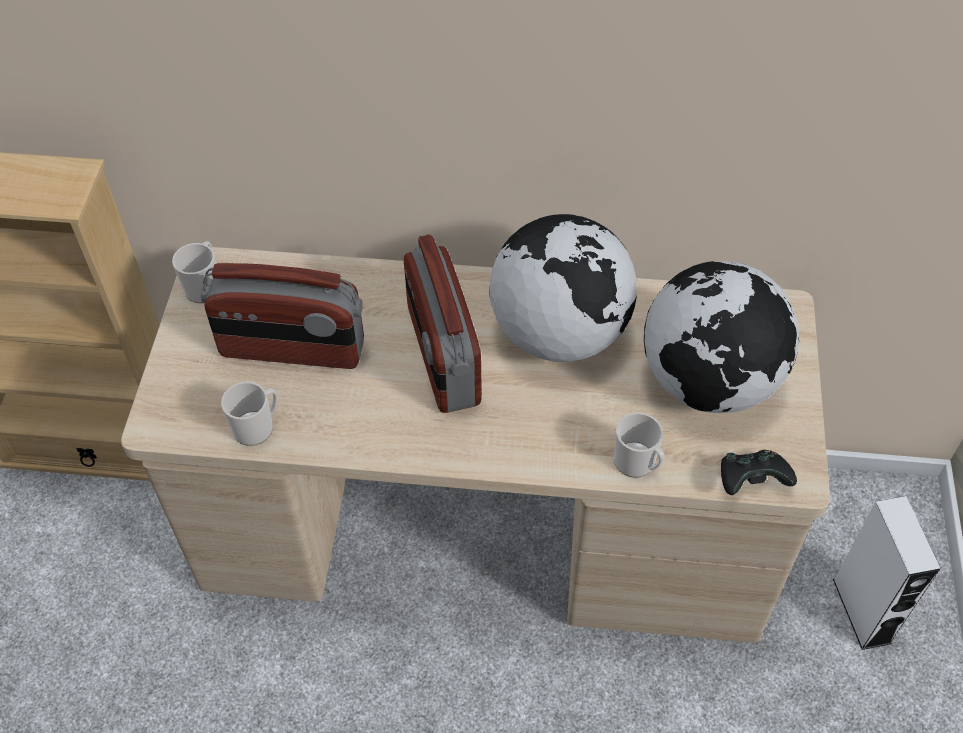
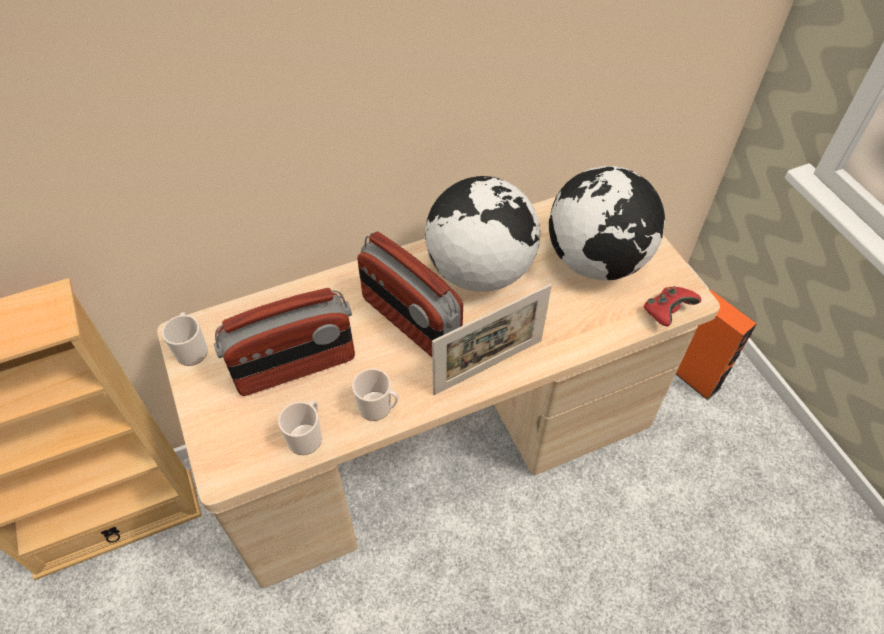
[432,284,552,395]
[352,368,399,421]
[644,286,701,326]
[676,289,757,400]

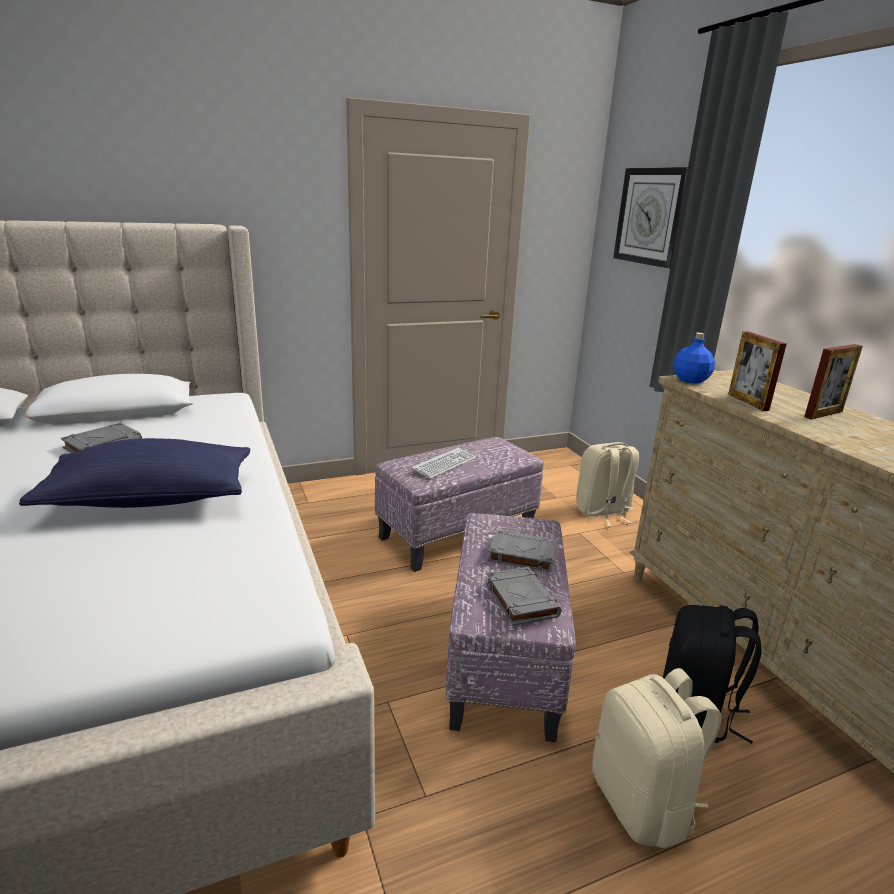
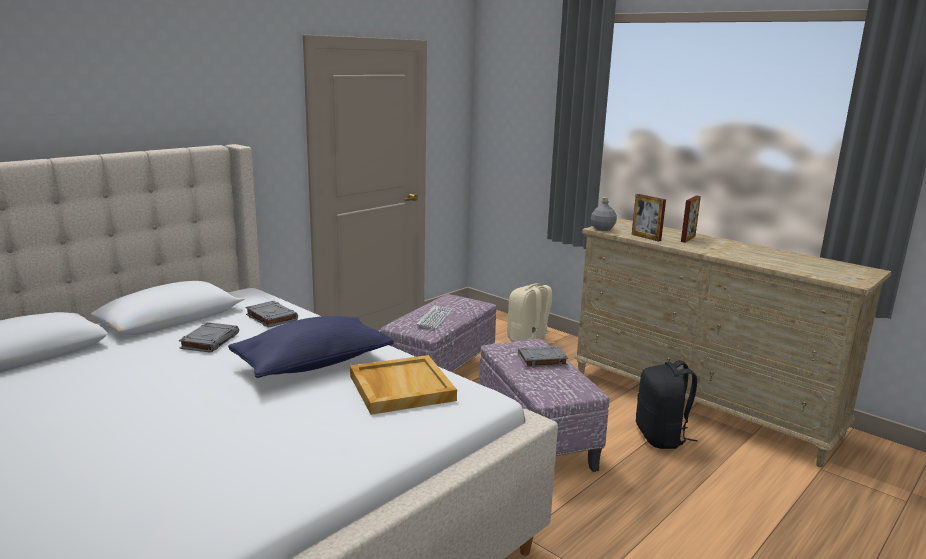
[592,668,721,848] (first image)
[613,167,688,269] (first image)
[350,355,457,415]
[246,301,298,328]
[591,197,617,231]

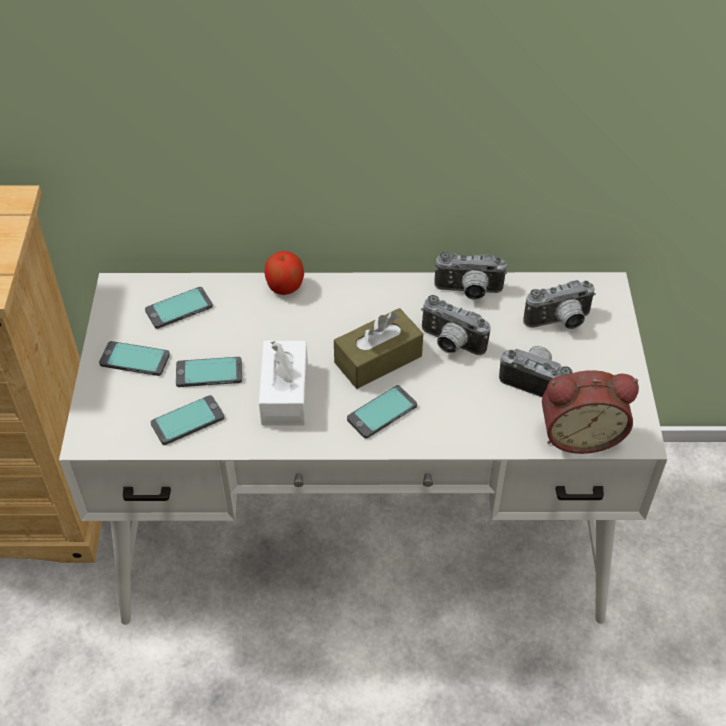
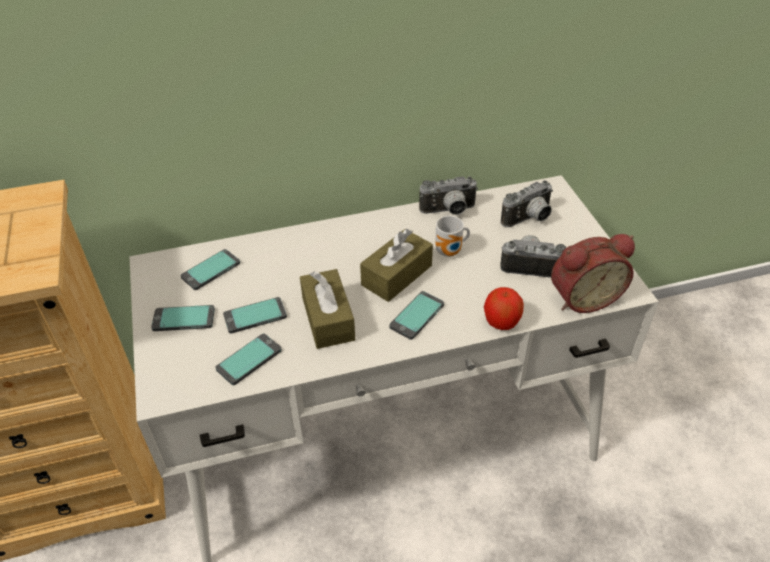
[484,287,524,330]
[435,216,470,257]
[300,269,355,349]

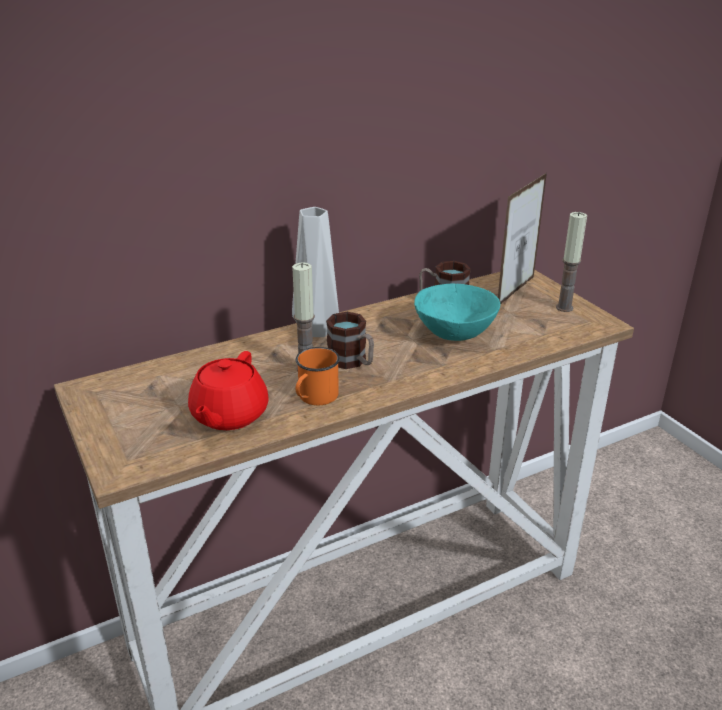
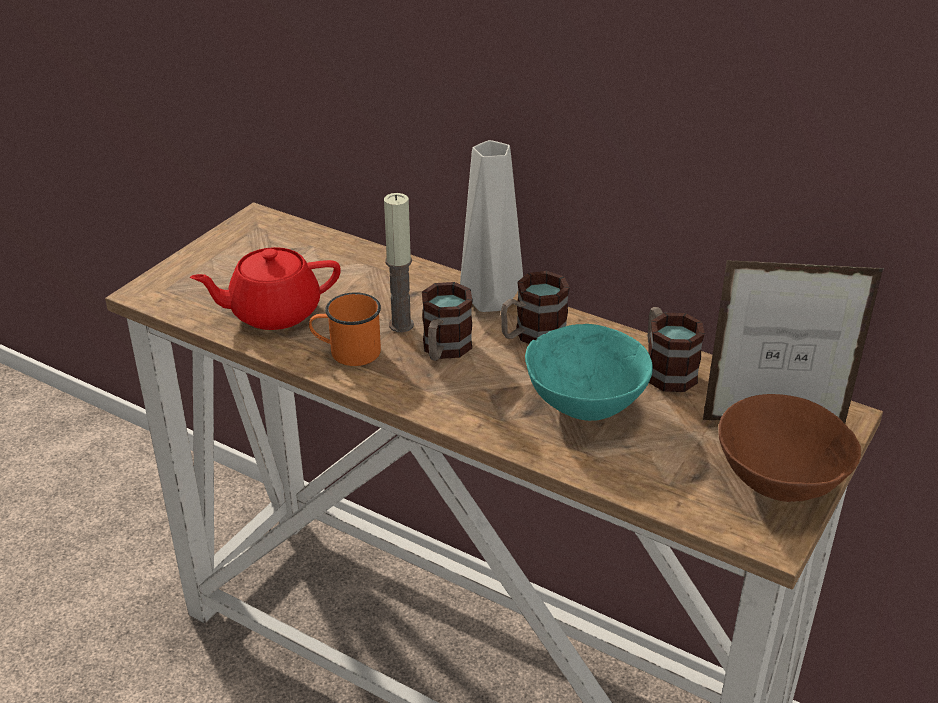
[501,271,570,344]
[718,394,861,502]

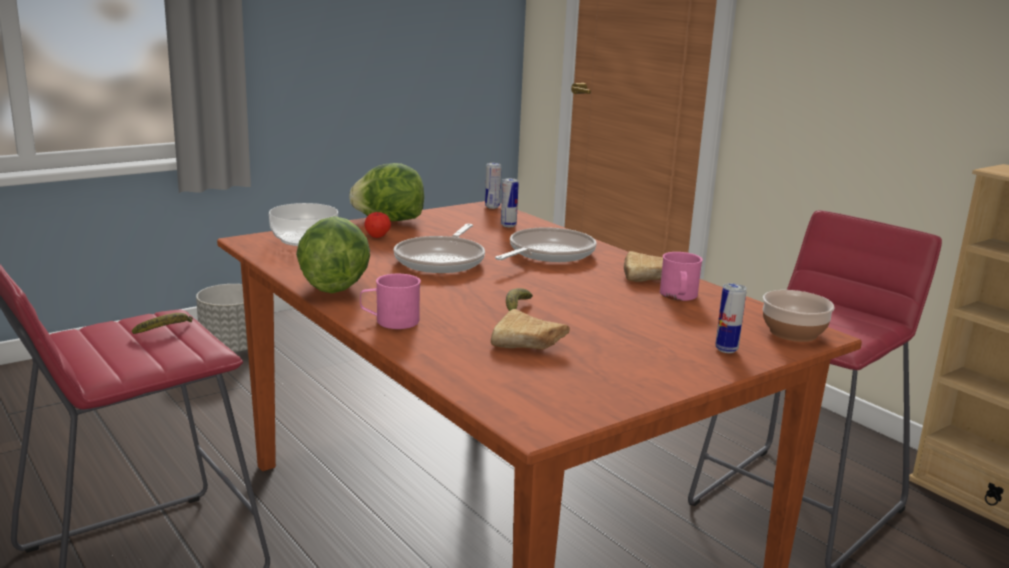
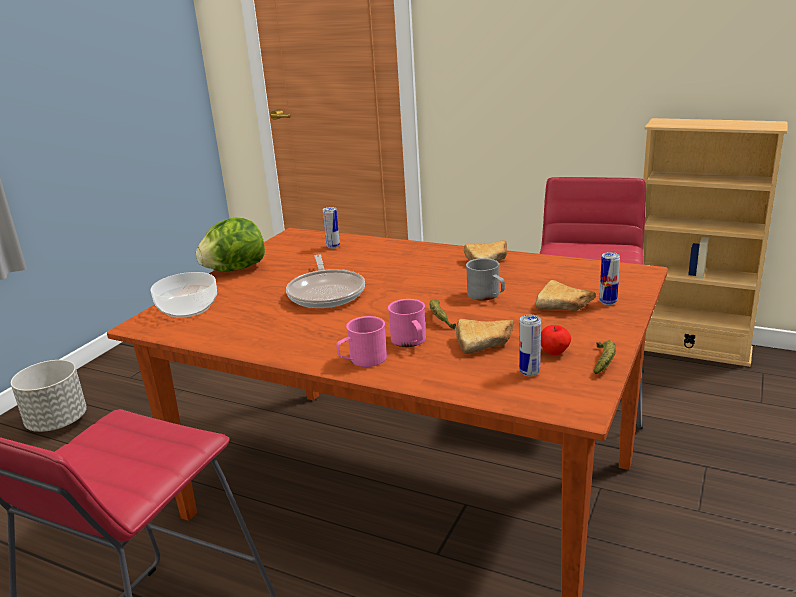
[296,216,370,293] (first image)
[495,227,597,262] (first image)
[763,290,835,342] (first image)
[466,258,505,301]
[535,280,596,311]
[594,340,616,374]
[541,325,571,355]
[519,315,541,376]
[388,299,426,347]

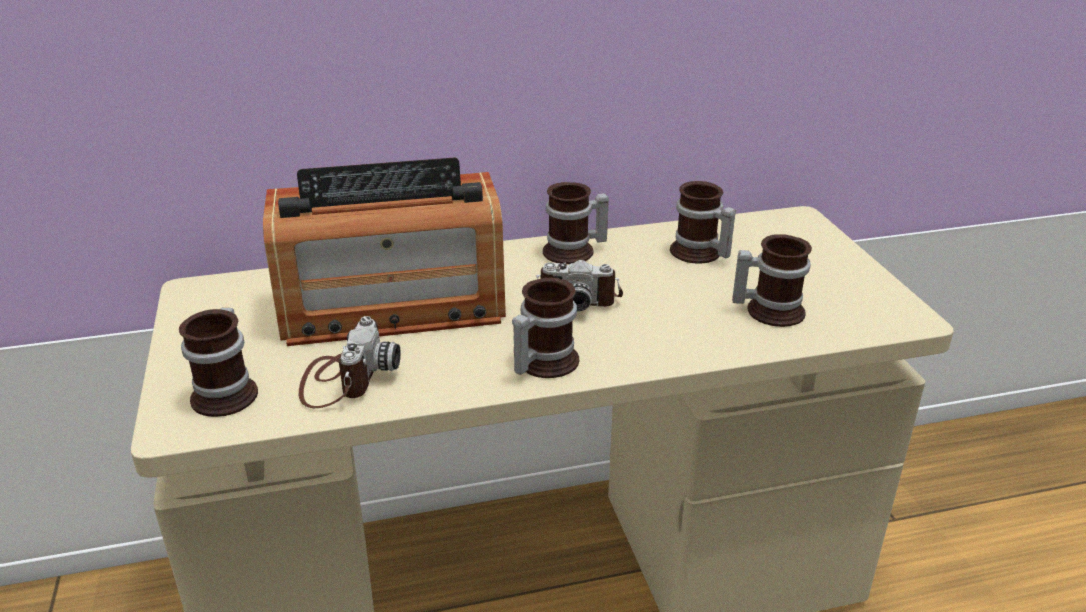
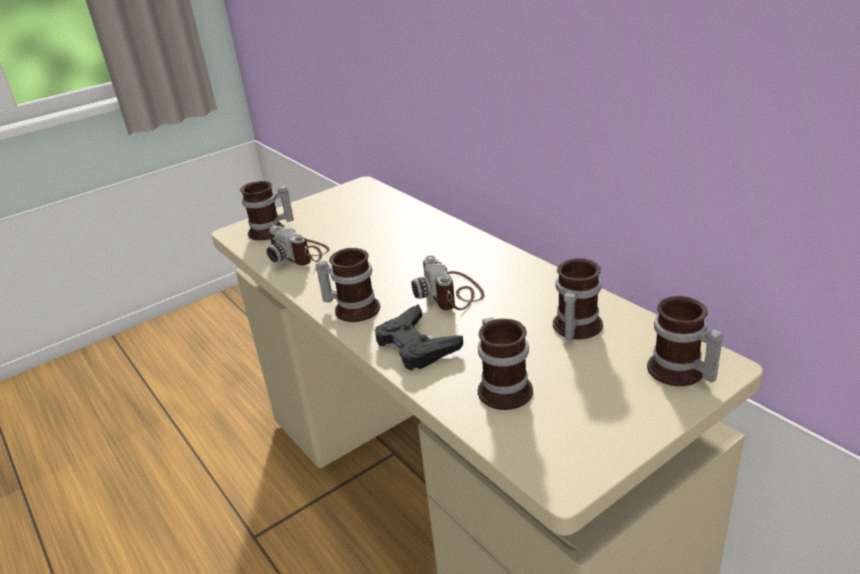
[263,158,506,346] (first image)
[375,304,463,370]
[647,296,724,386]
[267,225,330,265]

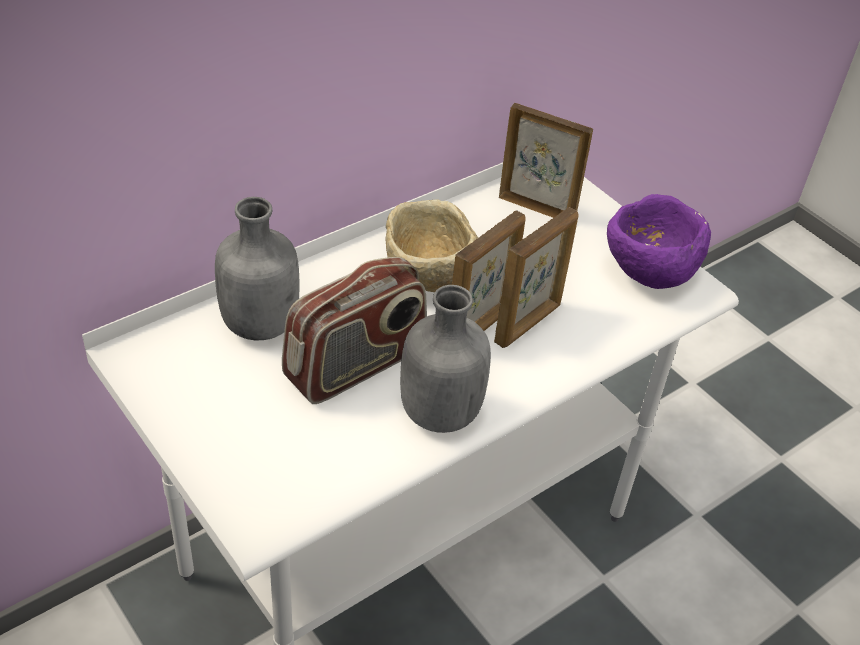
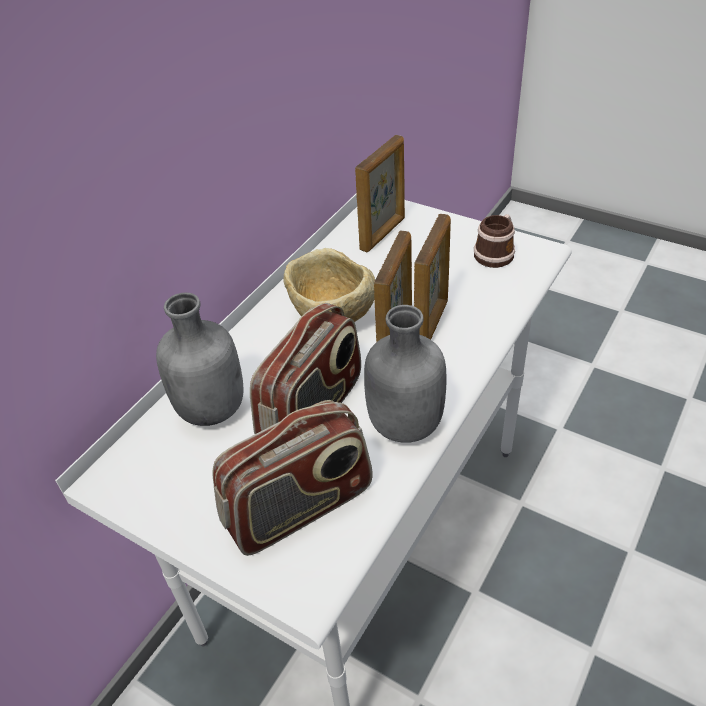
[212,400,373,556]
[474,214,515,268]
[355,135,405,253]

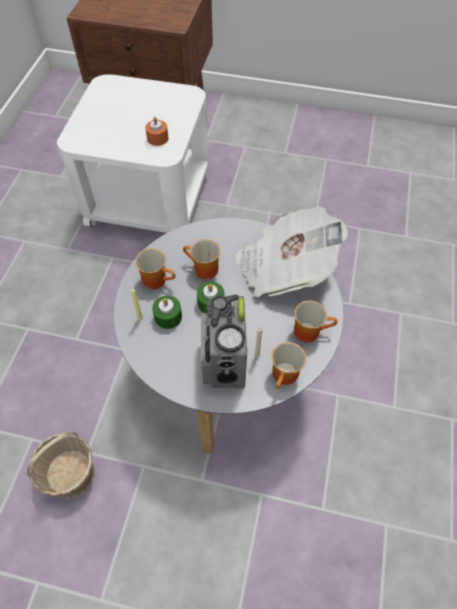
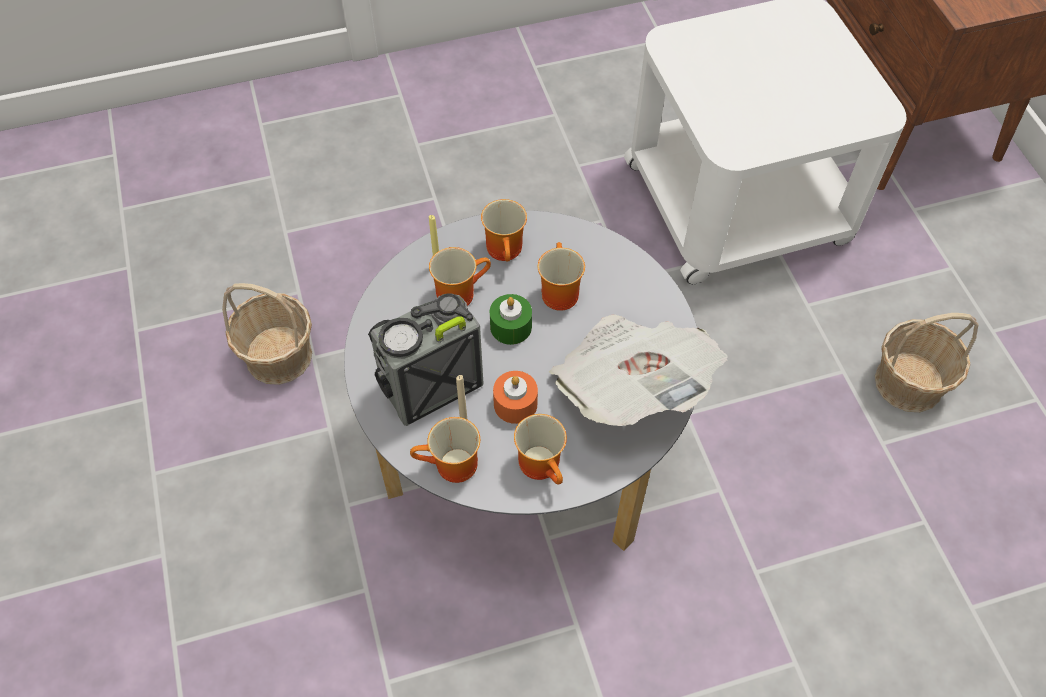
[875,313,978,412]
[493,371,538,424]
[429,247,491,306]

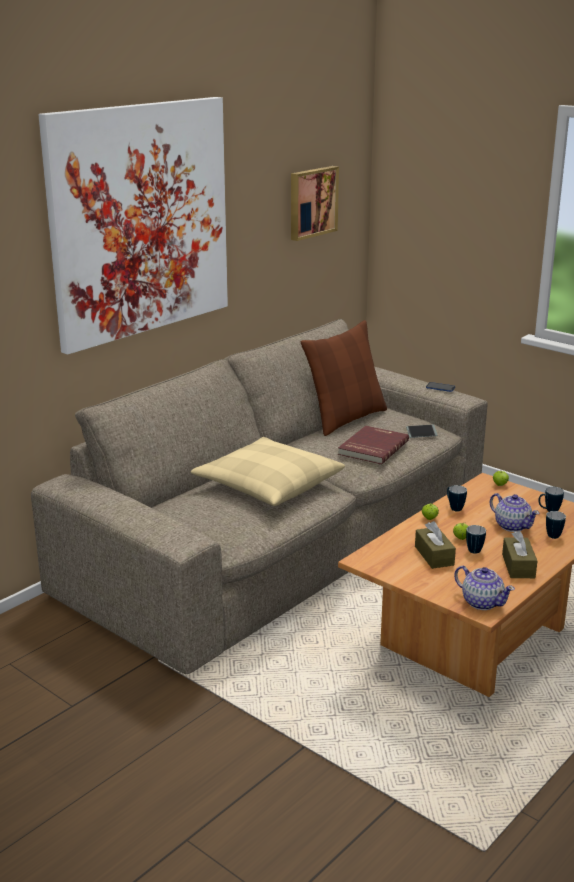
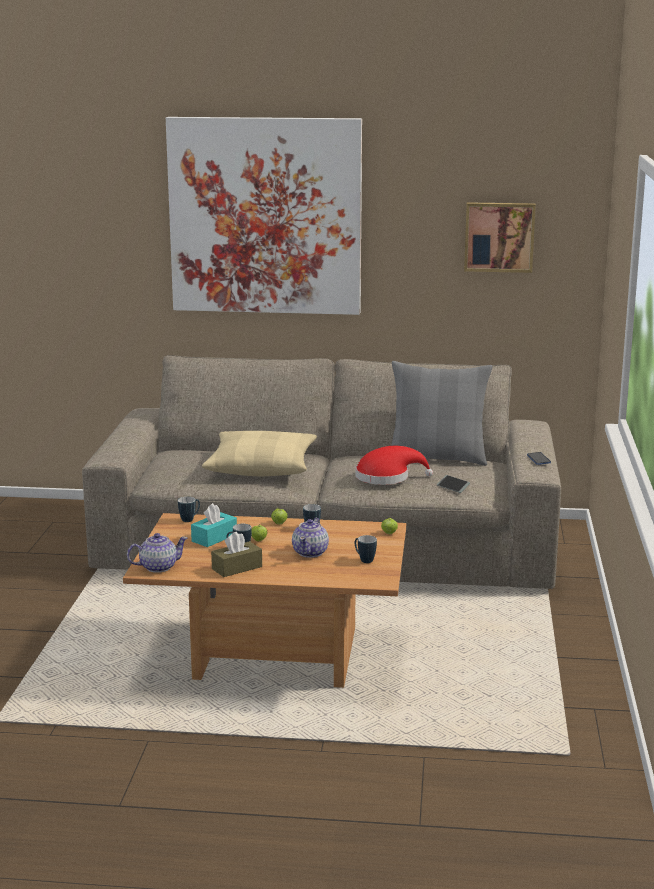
[178,497,200,522]
[355,446,433,485]
[391,361,493,466]
[191,503,237,547]
[127,533,188,573]

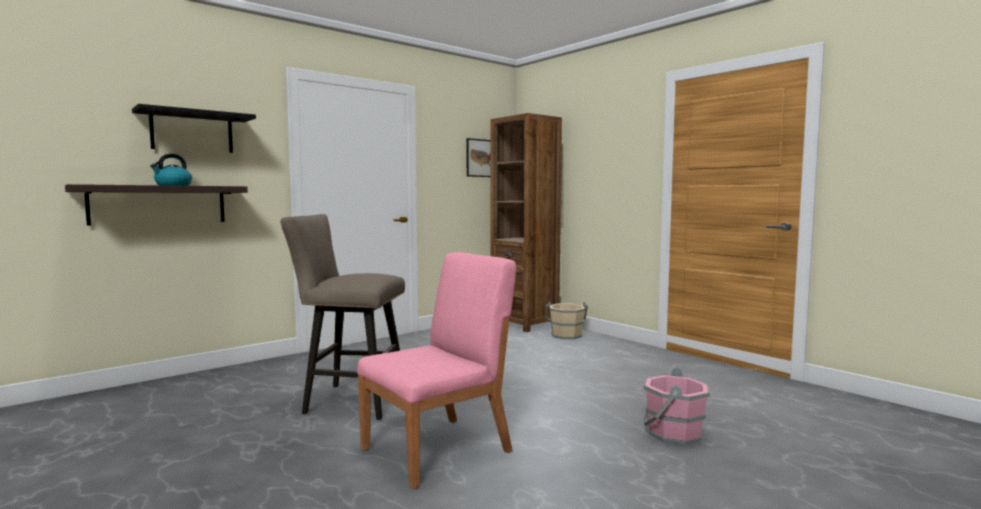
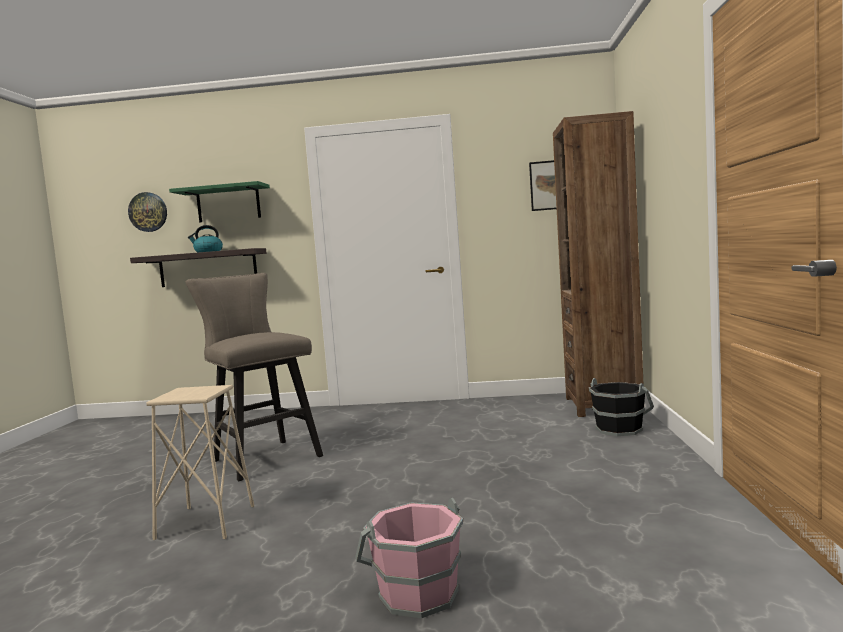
[128,192,167,232]
[146,385,254,540]
[169,181,270,223]
[589,378,654,436]

